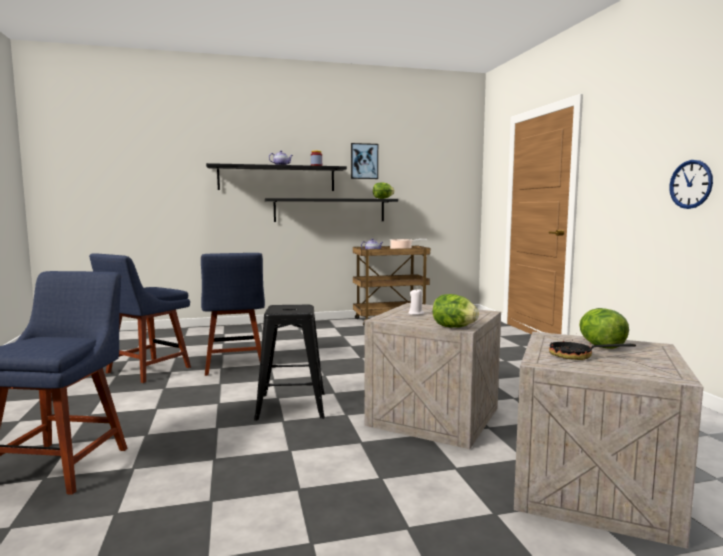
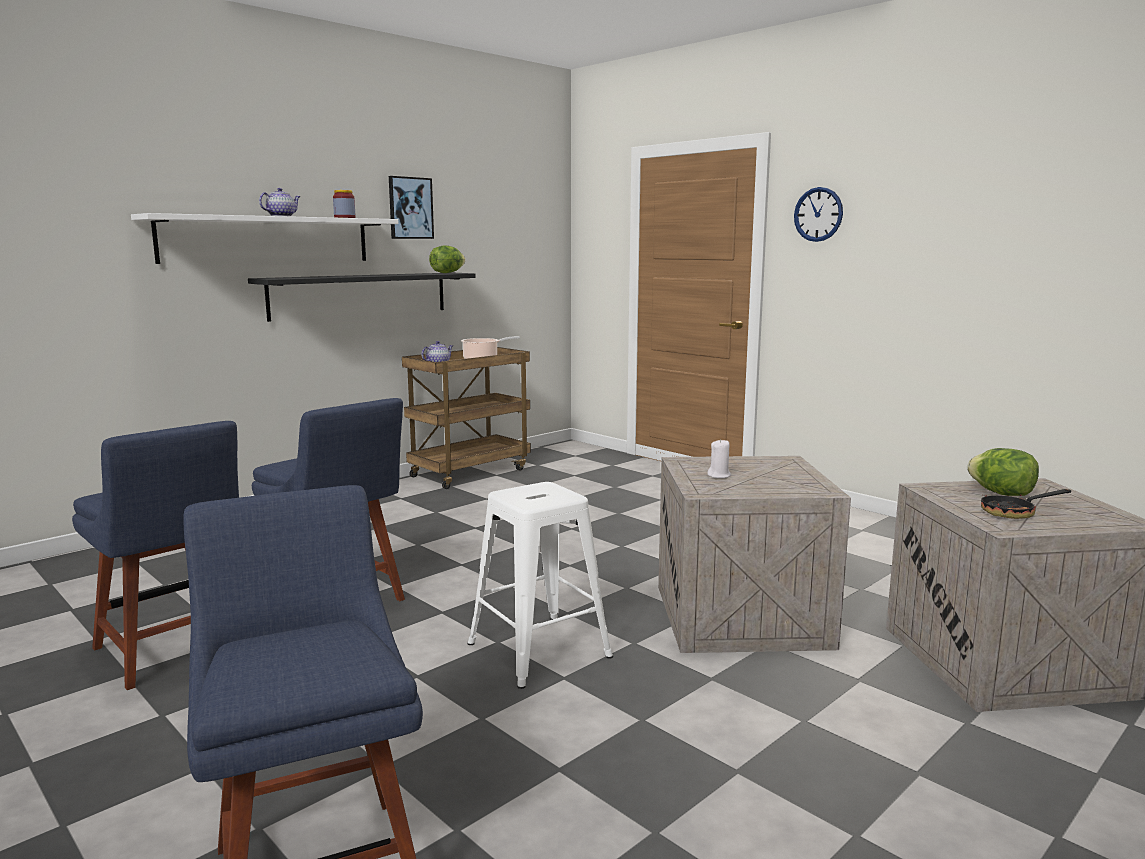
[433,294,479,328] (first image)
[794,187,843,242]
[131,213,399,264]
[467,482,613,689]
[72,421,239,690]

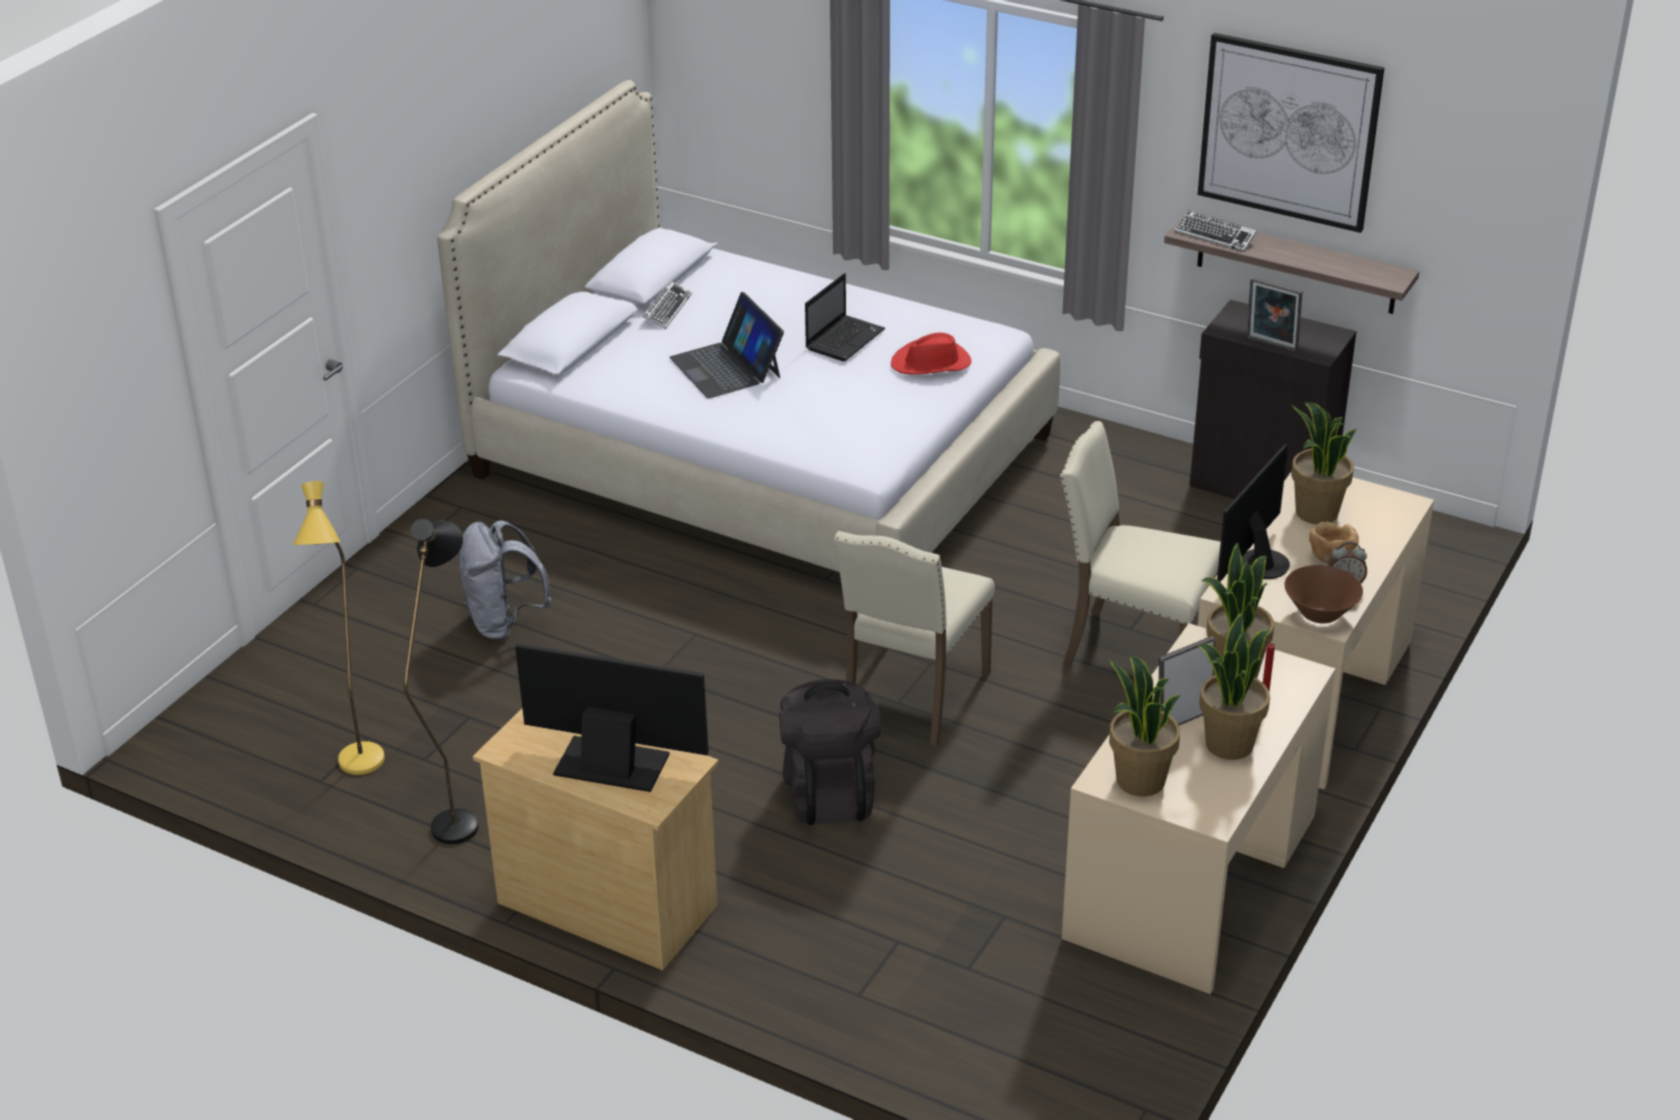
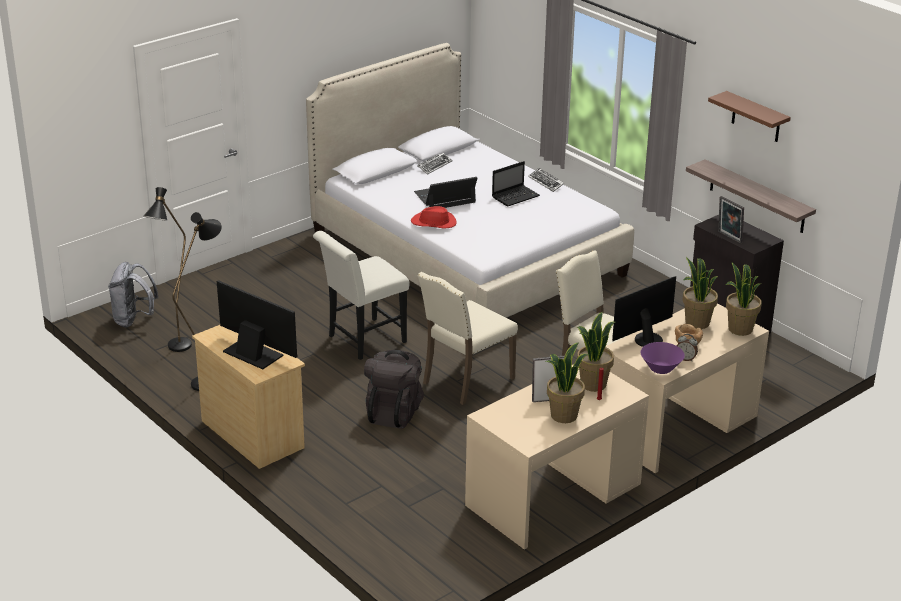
[313,231,409,360]
[108,262,159,328]
[411,206,457,229]
[726,262,762,336]
[528,168,564,192]
[708,91,791,142]
[144,187,192,352]
[641,342,685,374]
[414,177,477,208]

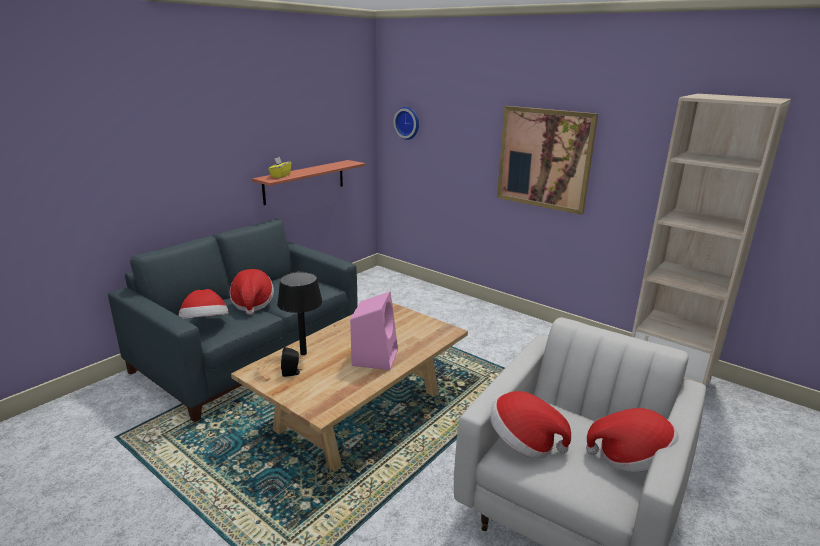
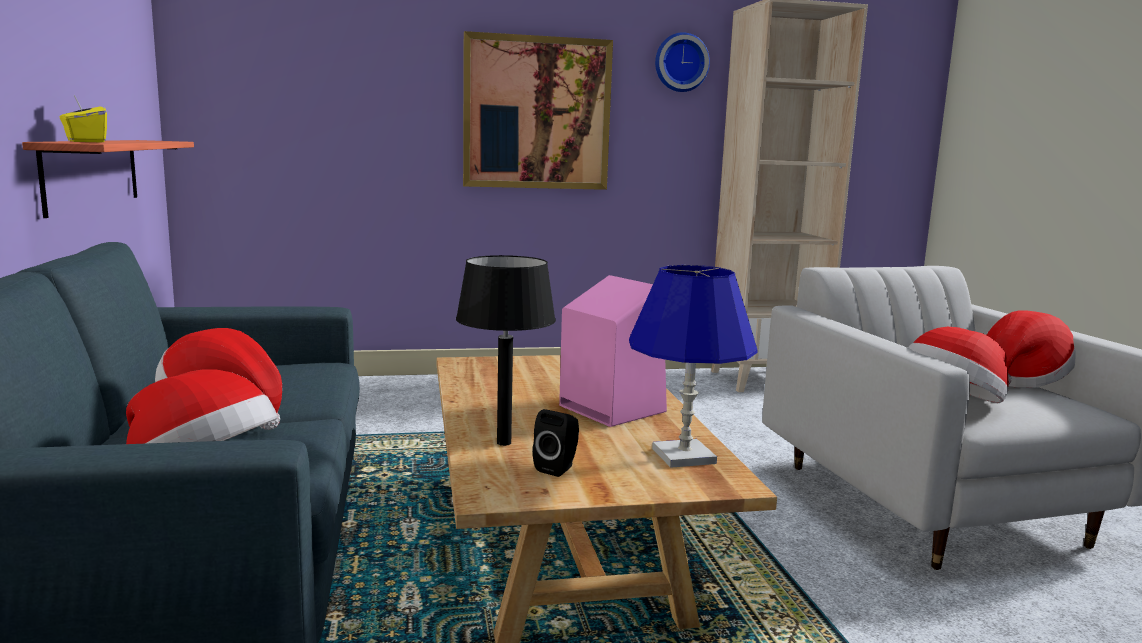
[629,265,758,468]
[655,32,710,92]

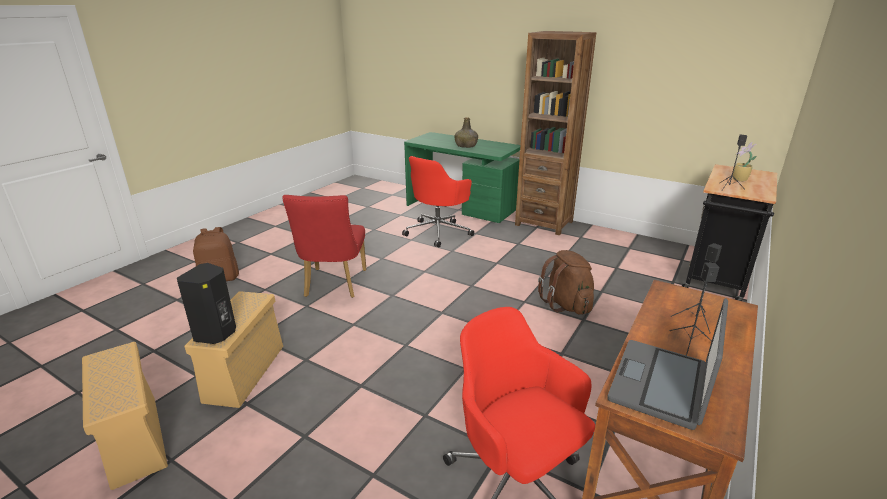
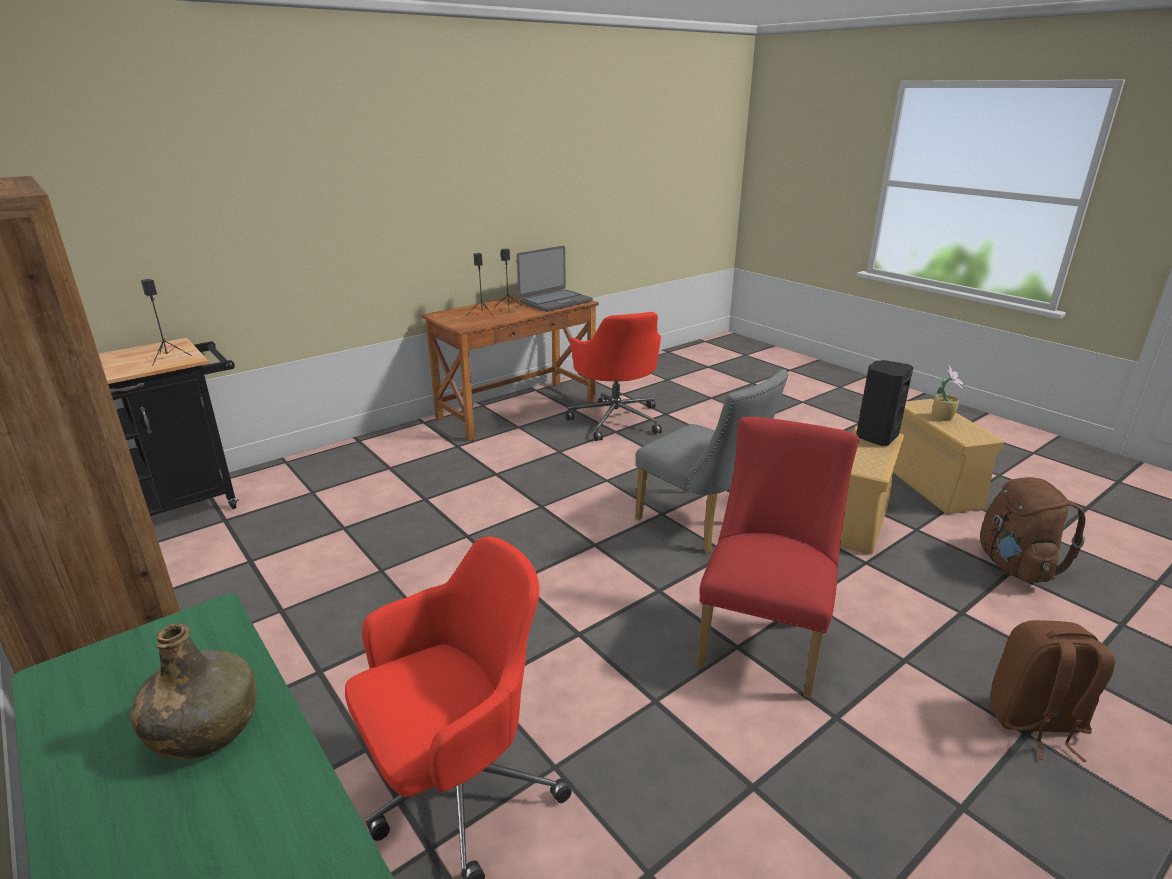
[635,369,788,553]
[980,477,1086,583]
[933,365,964,421]

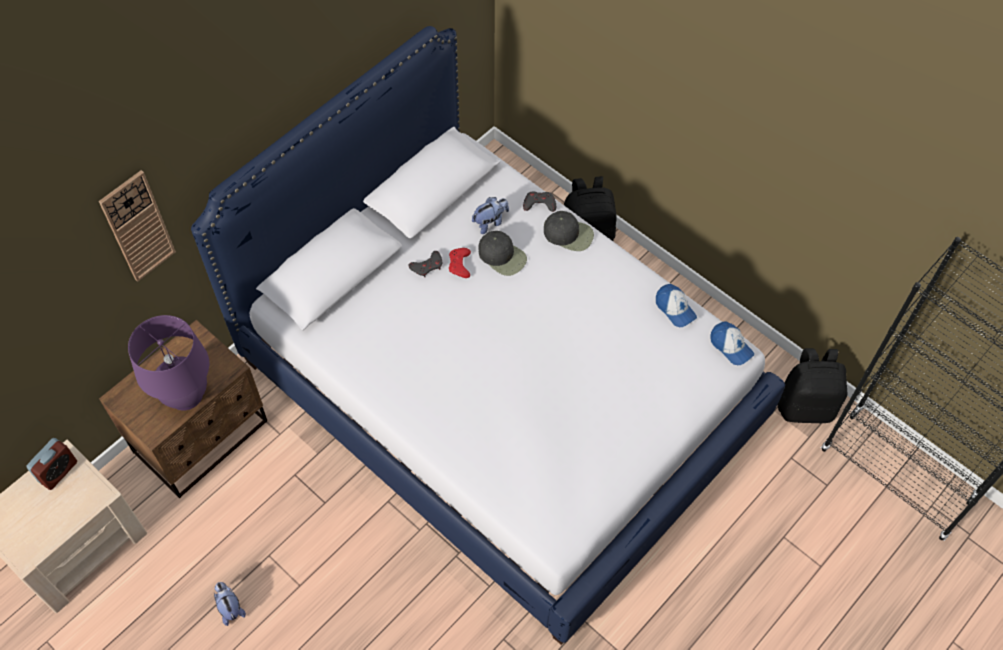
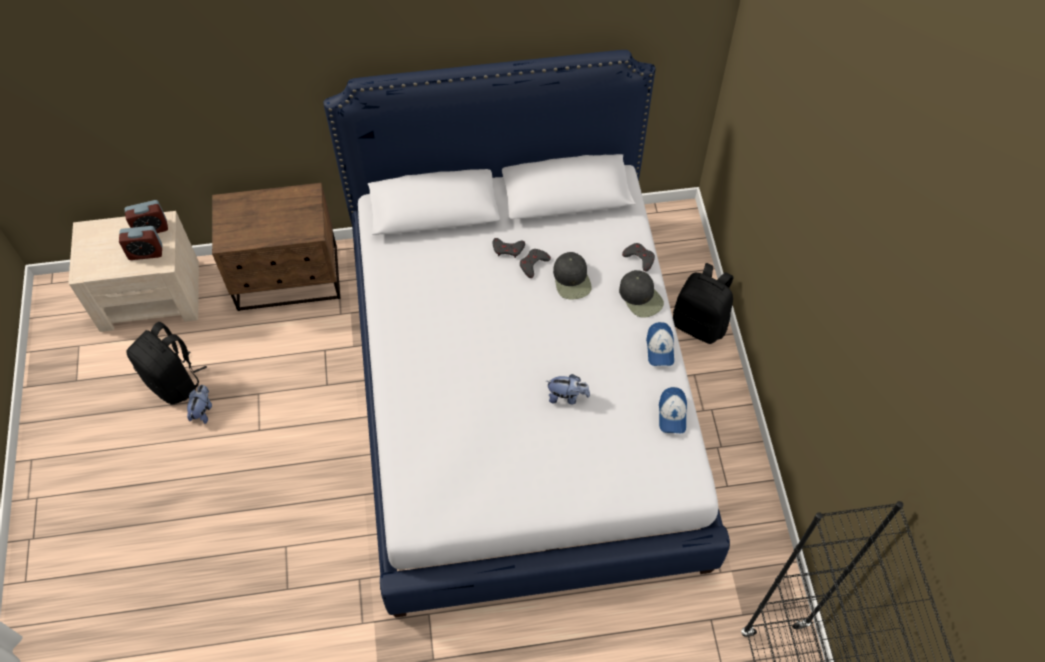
[99,170,176,282] (first image)
[128,315,209,411] (first image)
[119,226,162,260]
[546,374,590,404]
[646,322,674,366]
[126,322,207,404]
[520,249,551,278]

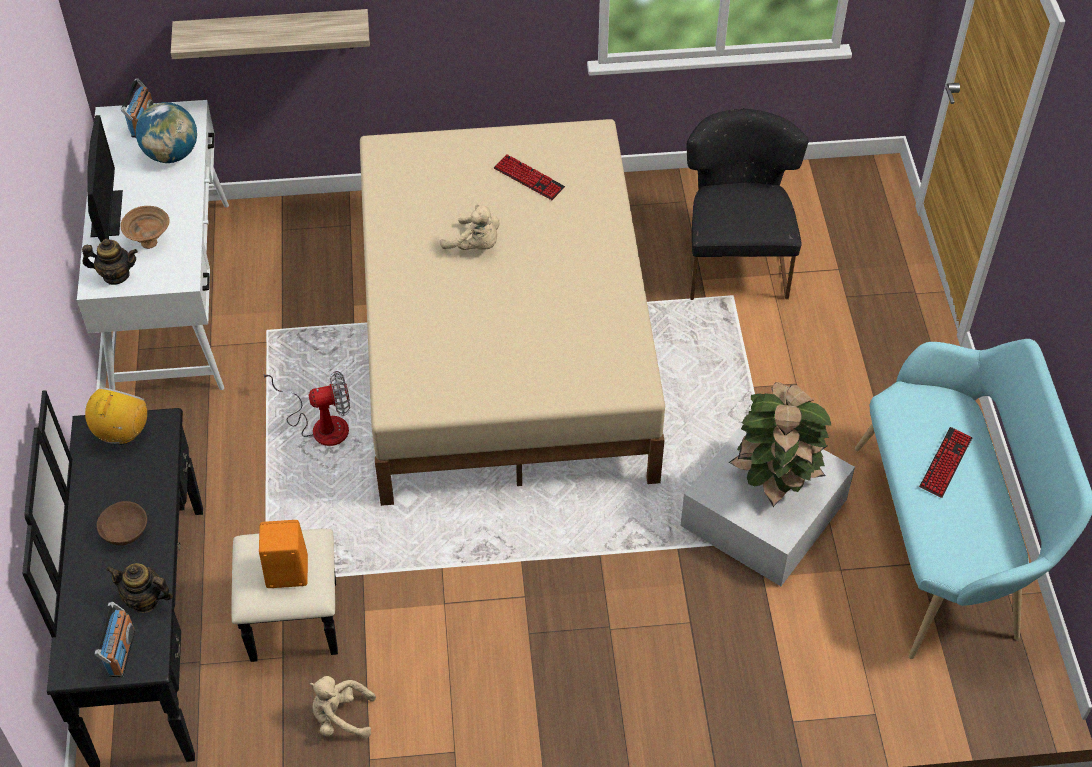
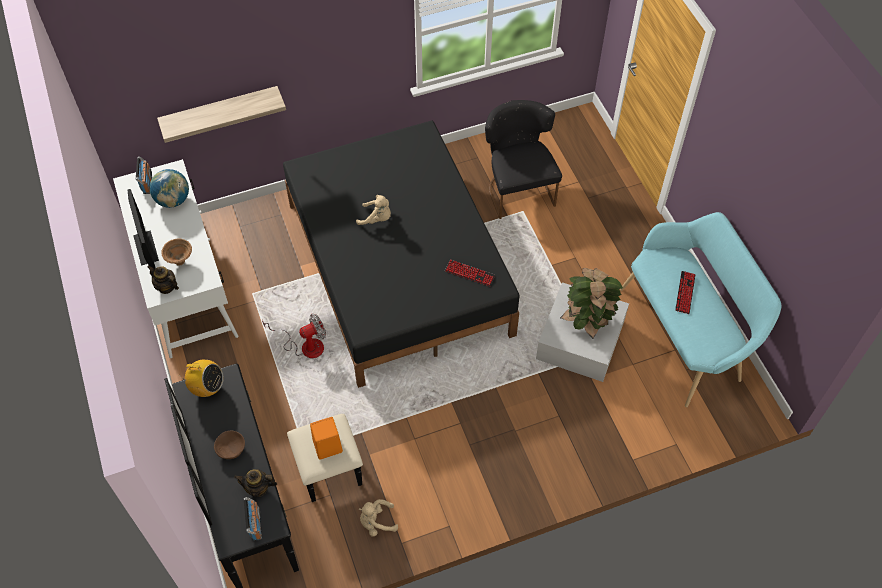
[445,260,495,287]
[283,121,519,388]
[147,265,179,294]
[178,359,224,397]

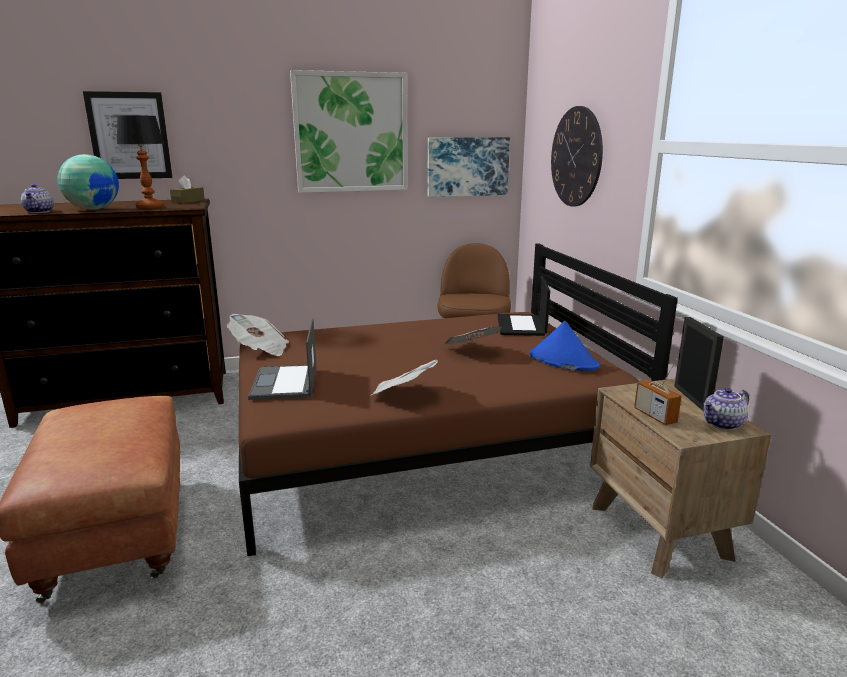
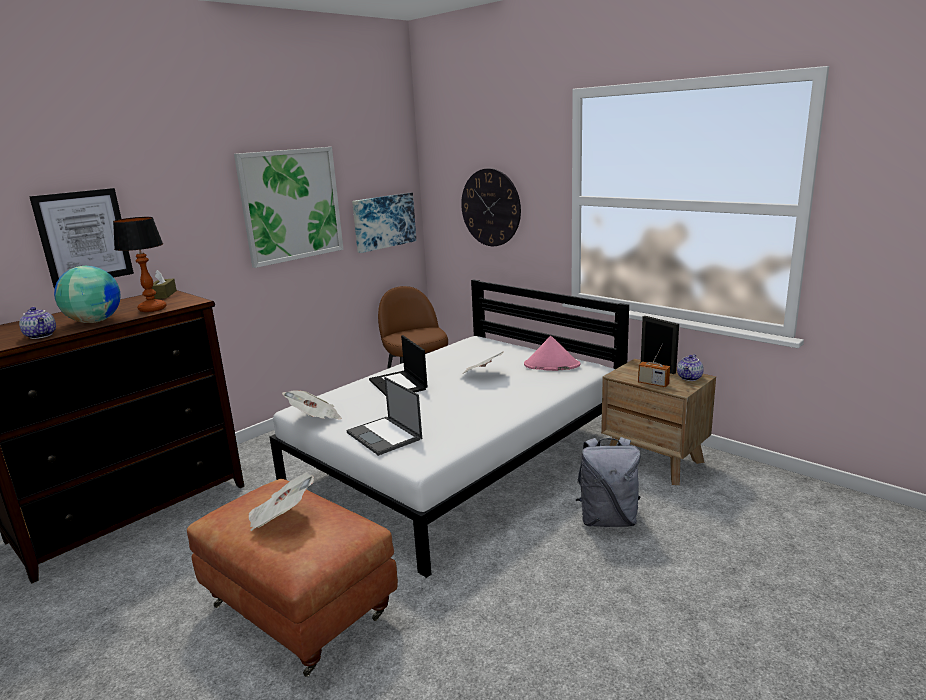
[576,437,640,527]
[248,472,314,531]
[369,335,427,396]
[269,279,629,578]
[524,336,580,371]

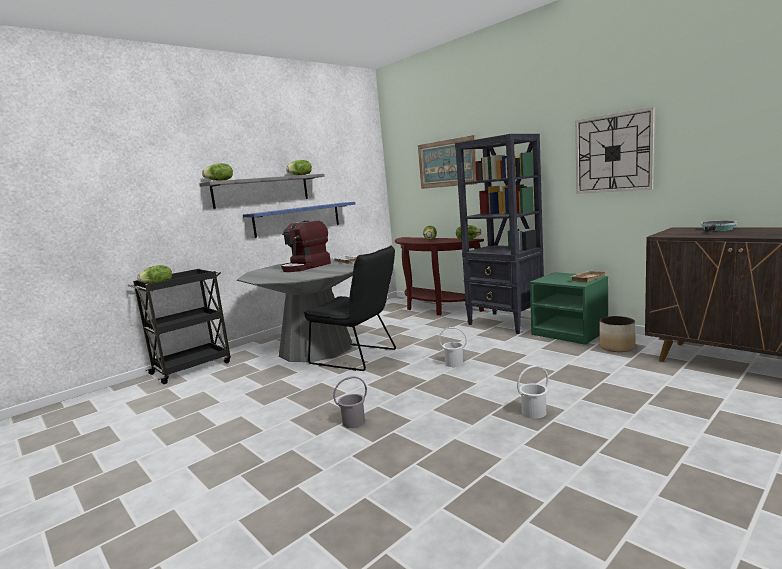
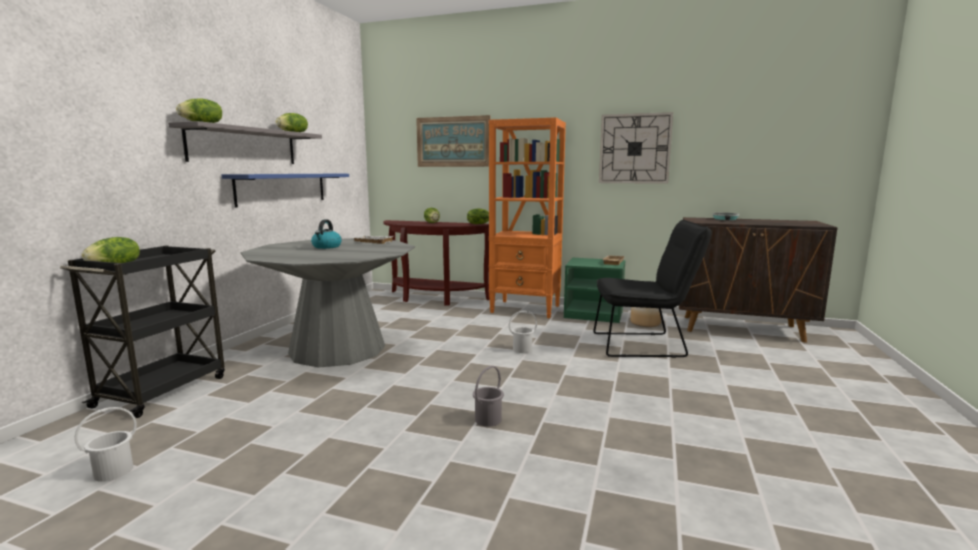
[594,220,712,358]
[75,407,137,482]
[311,219,342,249]
[489,117,566,318]

